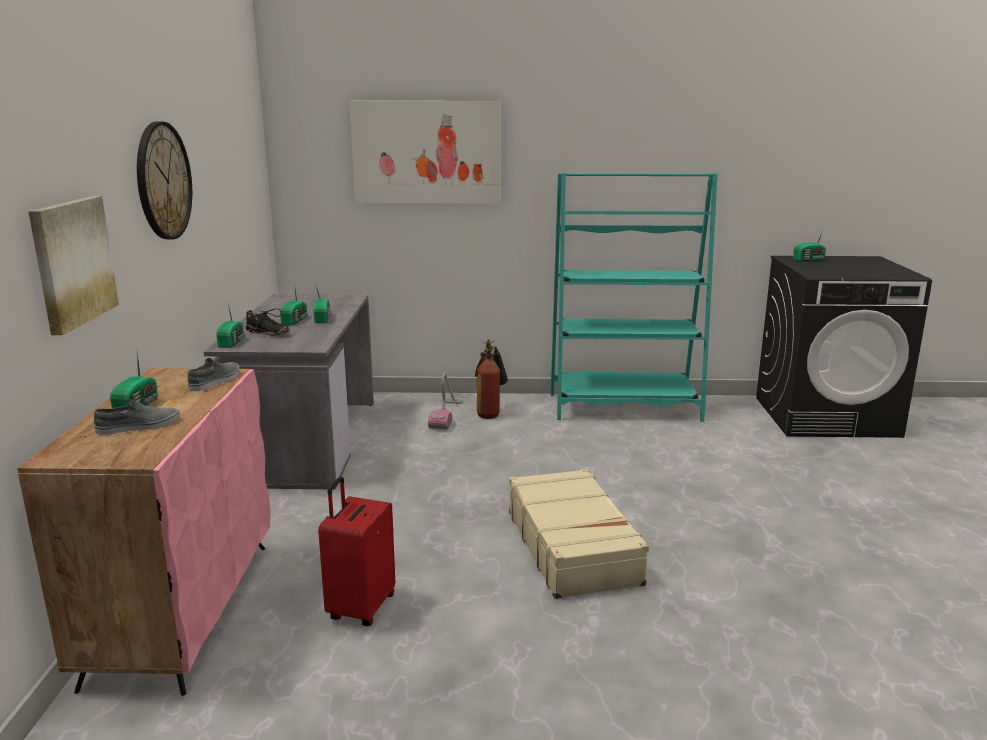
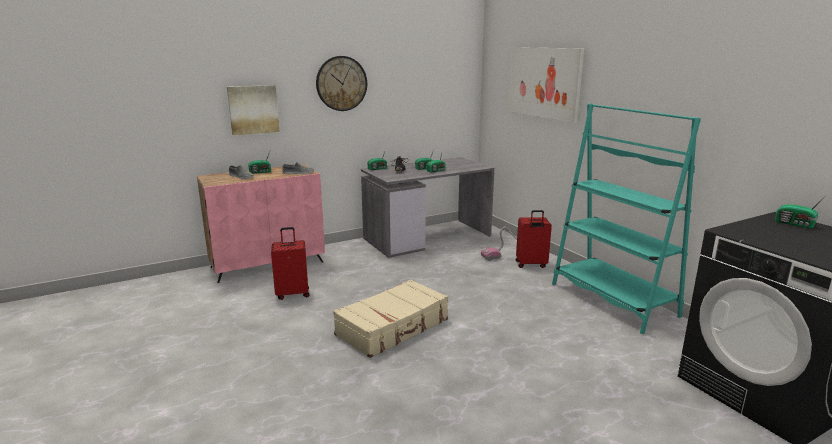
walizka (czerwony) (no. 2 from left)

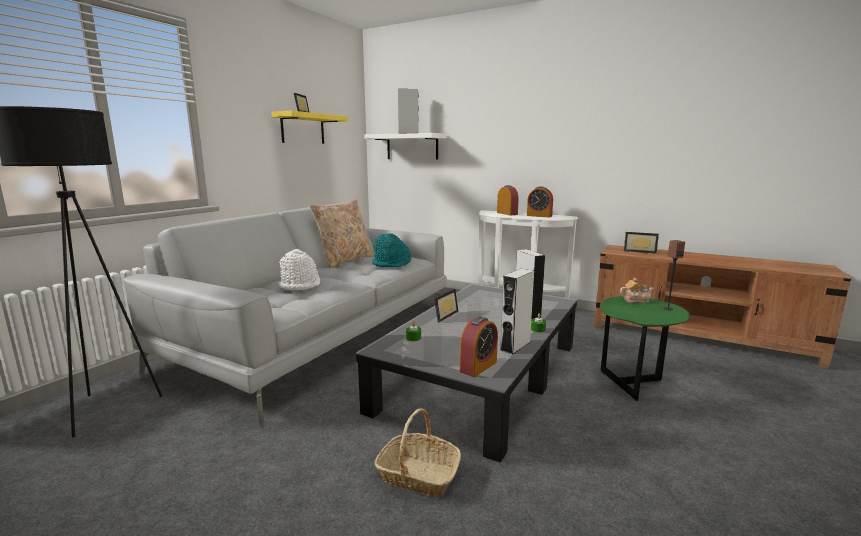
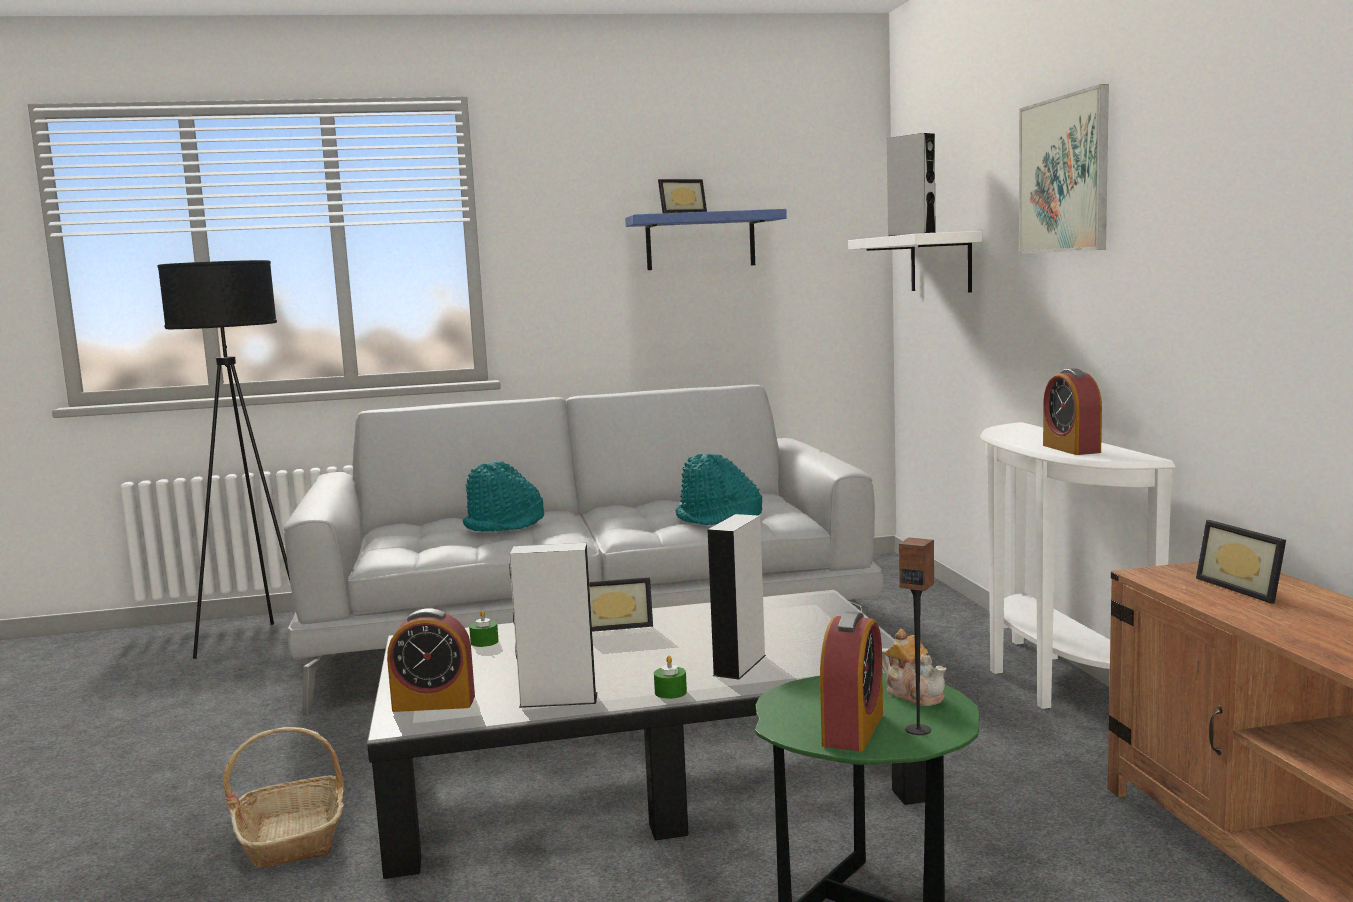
półka (niebieski); budzik (no. 2 from left); poduszka (beżowy); kapelusz (turkusowy) (no. 1 from left); obraz

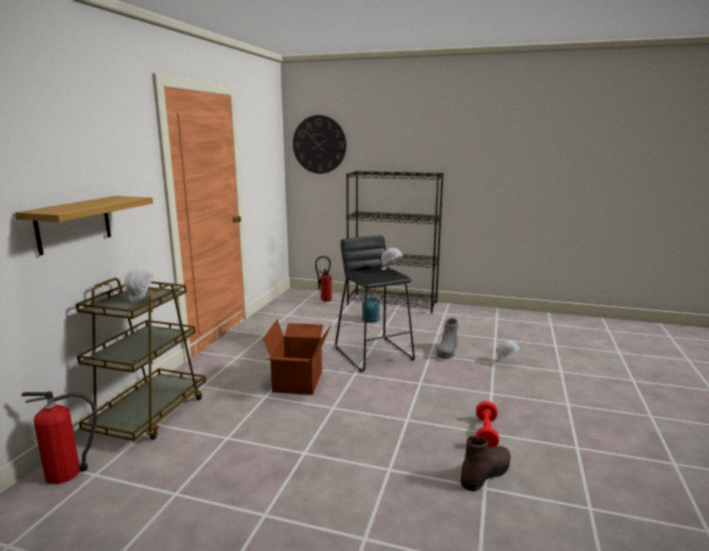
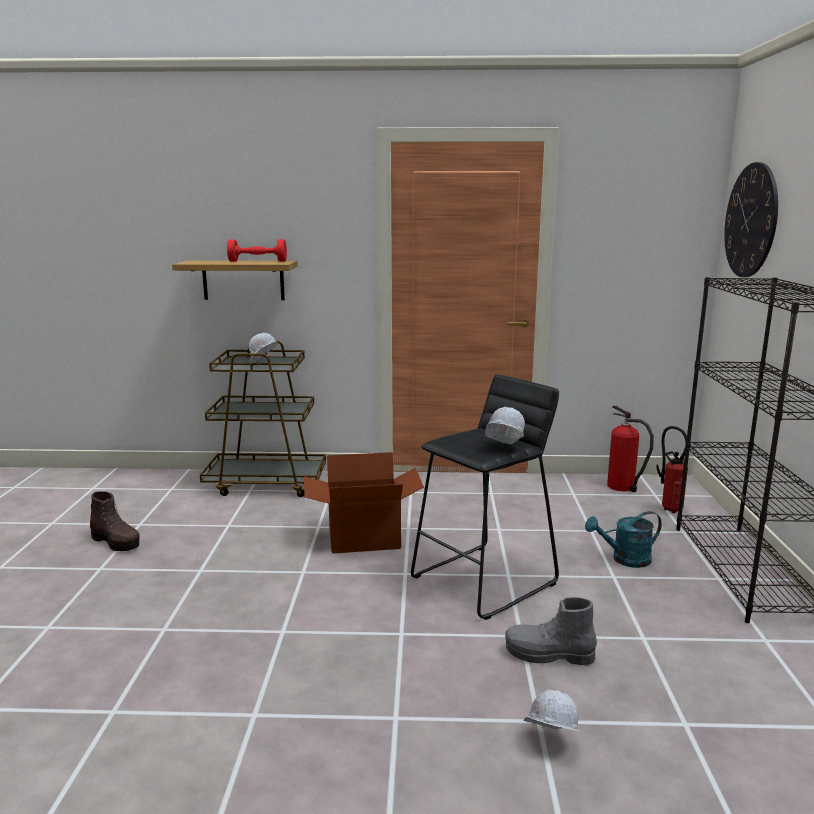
gaśnica (no. 1 from left); hantel (czerwony); but z cholewką (brązowy)

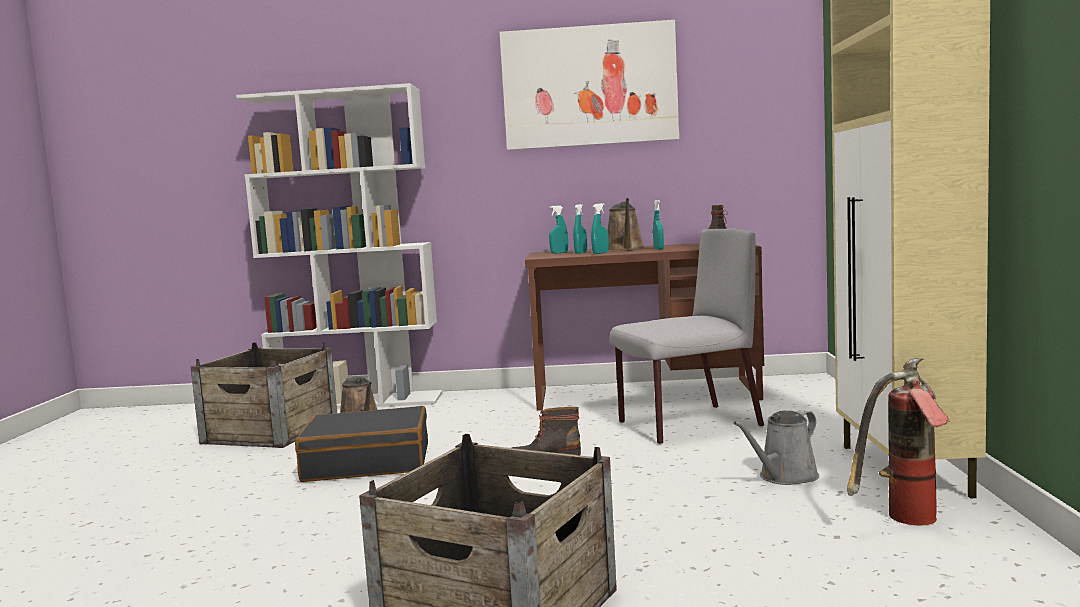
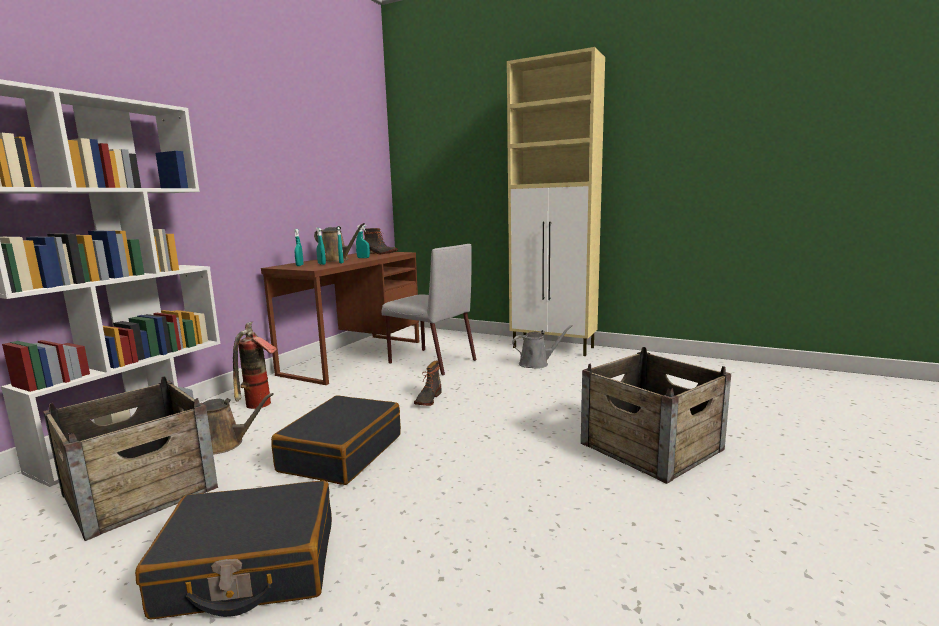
obraz; krzesło (szary); gaśnica; konewka (szary); walizka (czarny) (no. 1 from left)

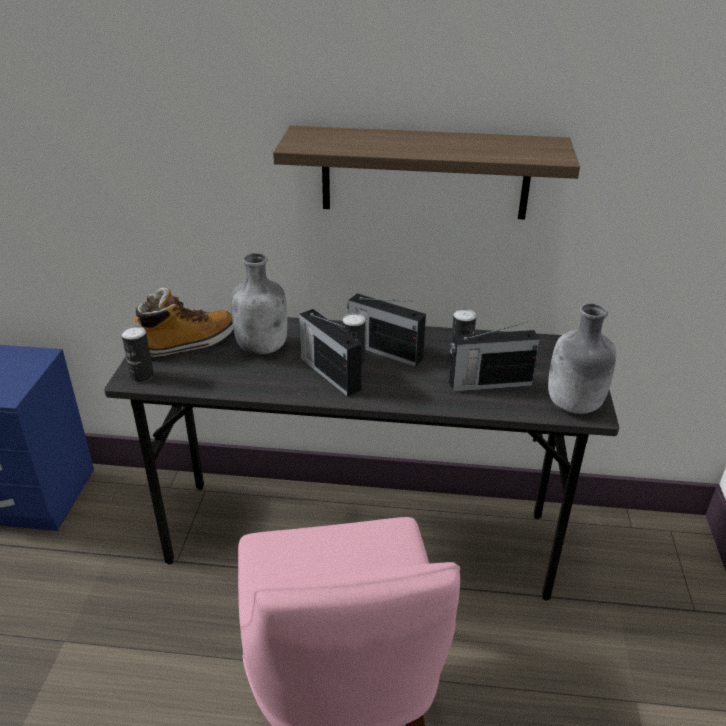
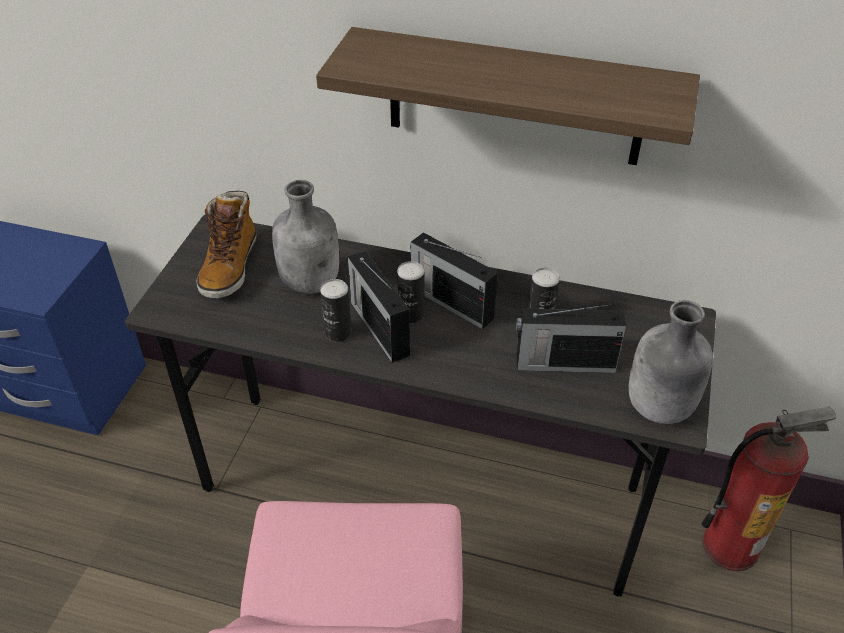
but z cholewką; puszka (no. 1 from left); gaśnica

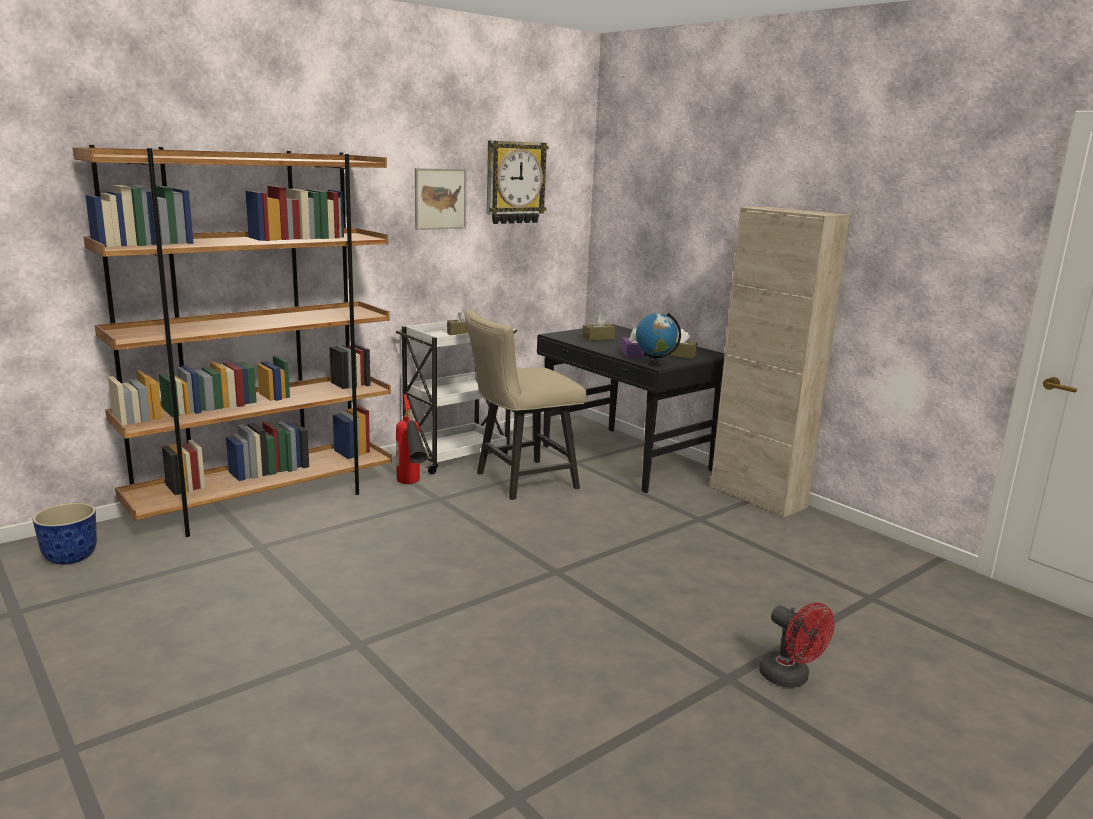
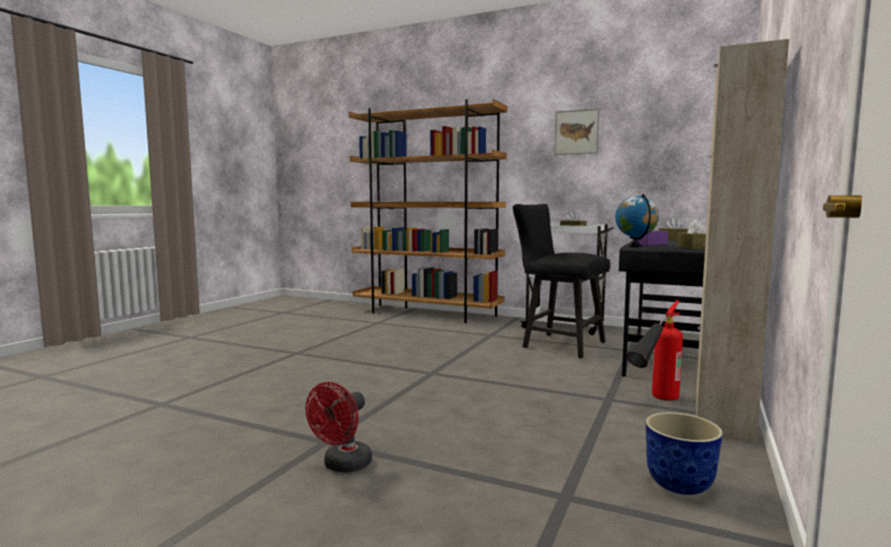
zegar ścienny; krzesło (czarny); gaśnica; donica

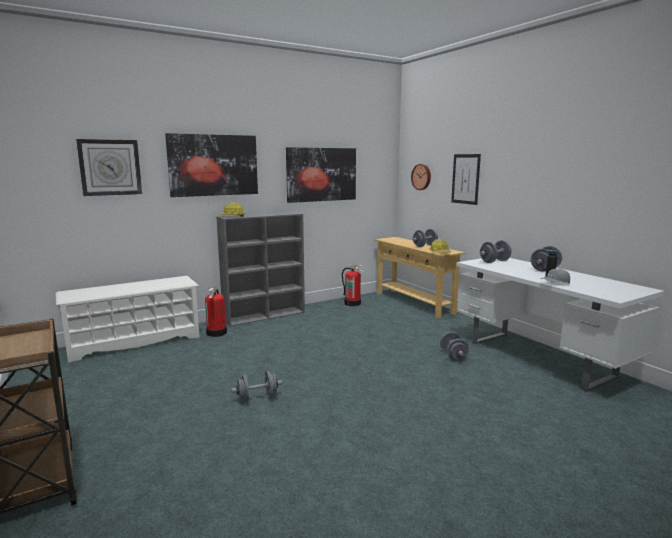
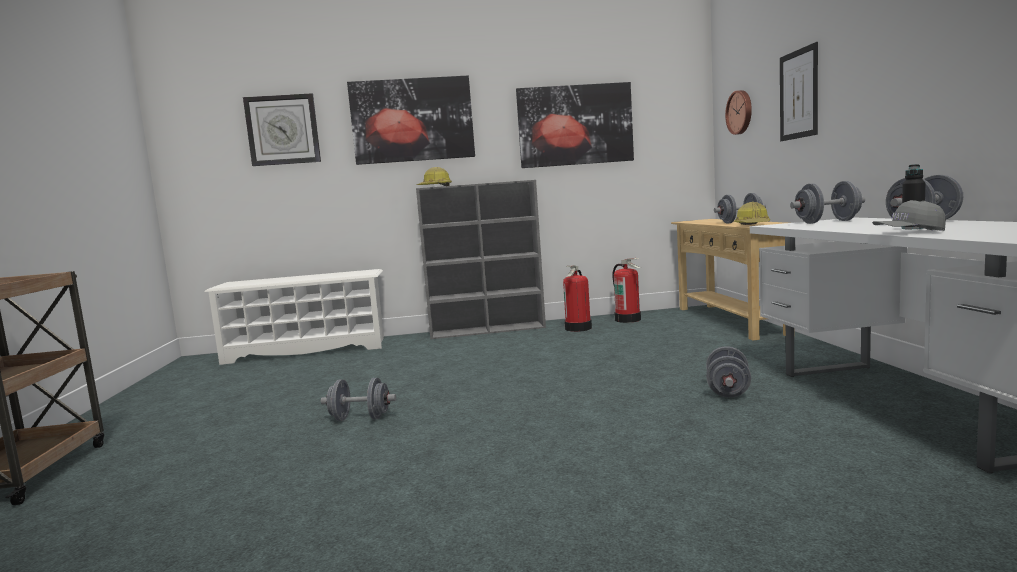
gaśnica (no. 1 from left)

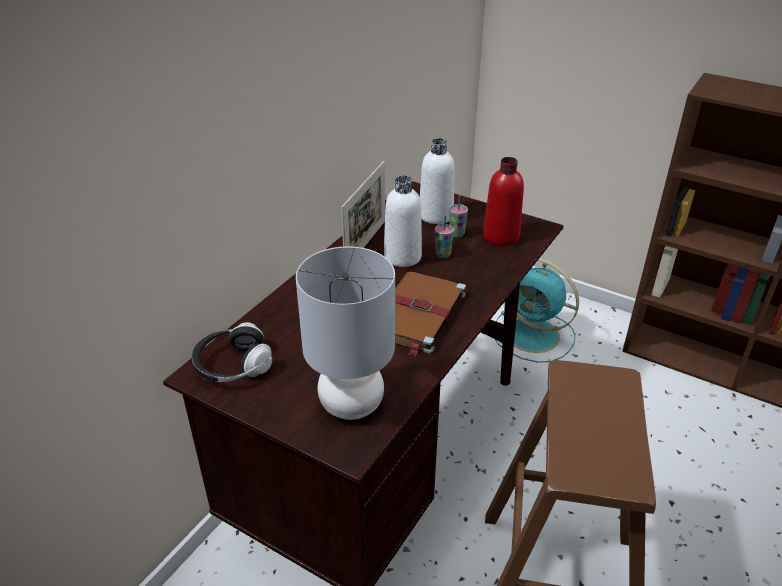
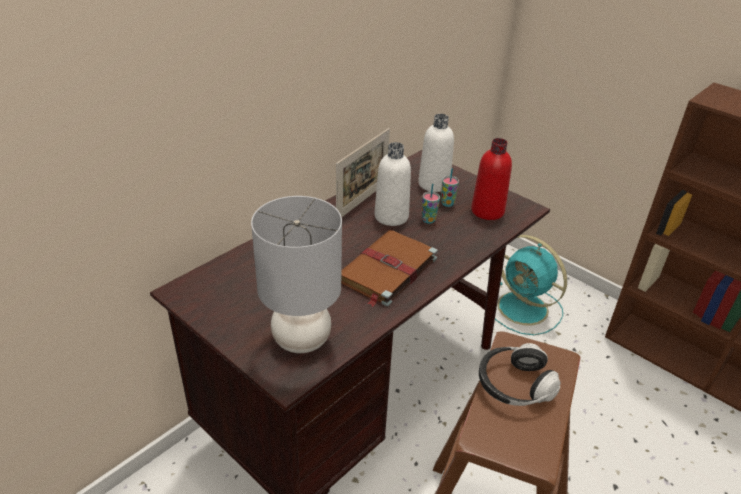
słuchawki

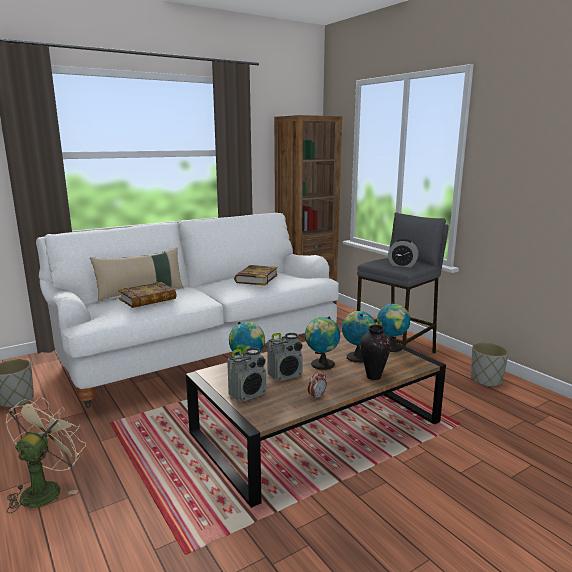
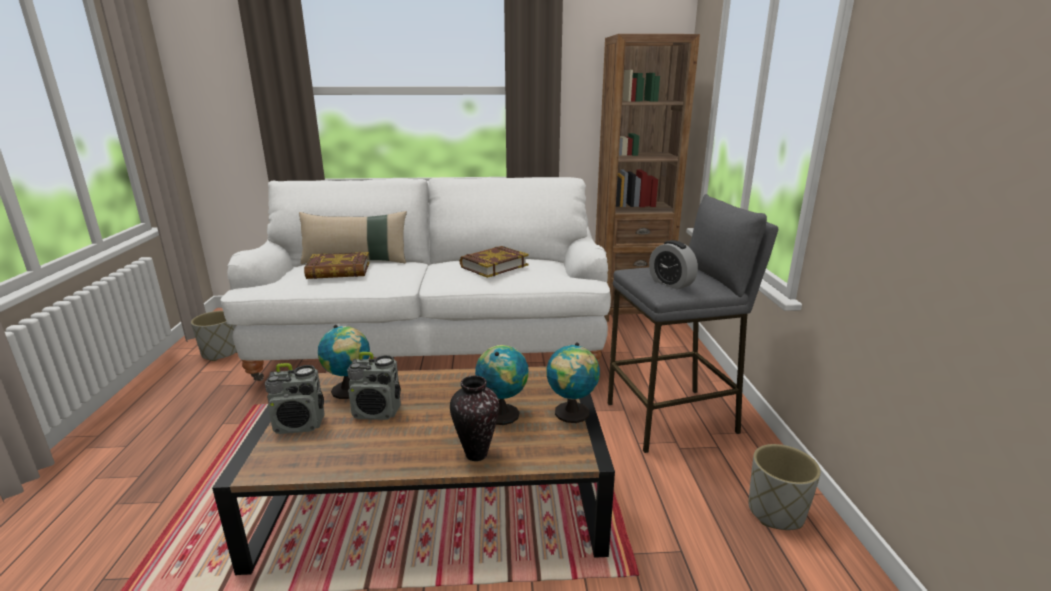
globus (no. 2 from left in the first image); budzik (no. 1 from left in the first image); wentylator (beżowy)

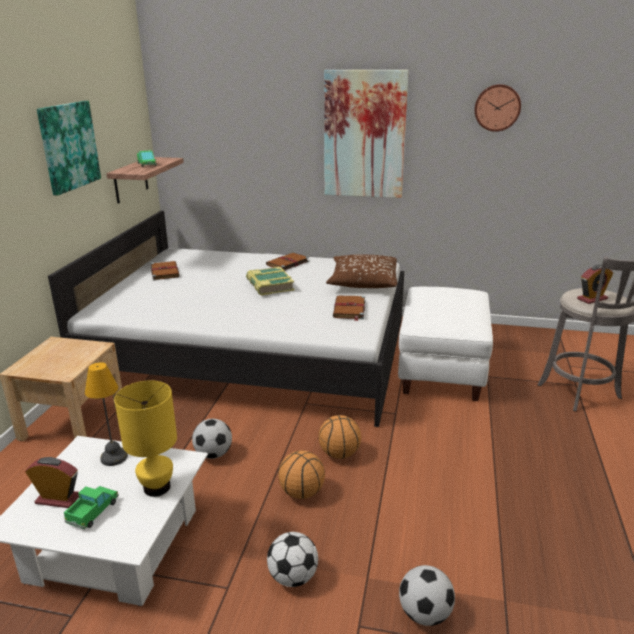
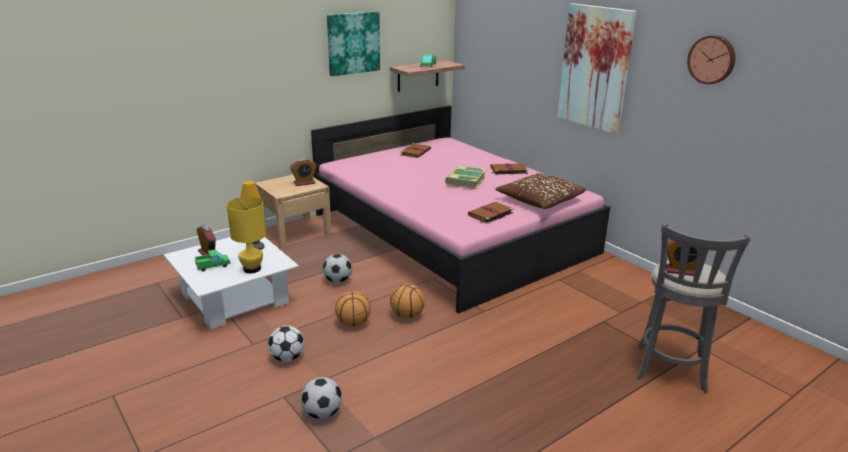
łóżko (różowy); pufa (biały); budzik (no. 2 from left)

